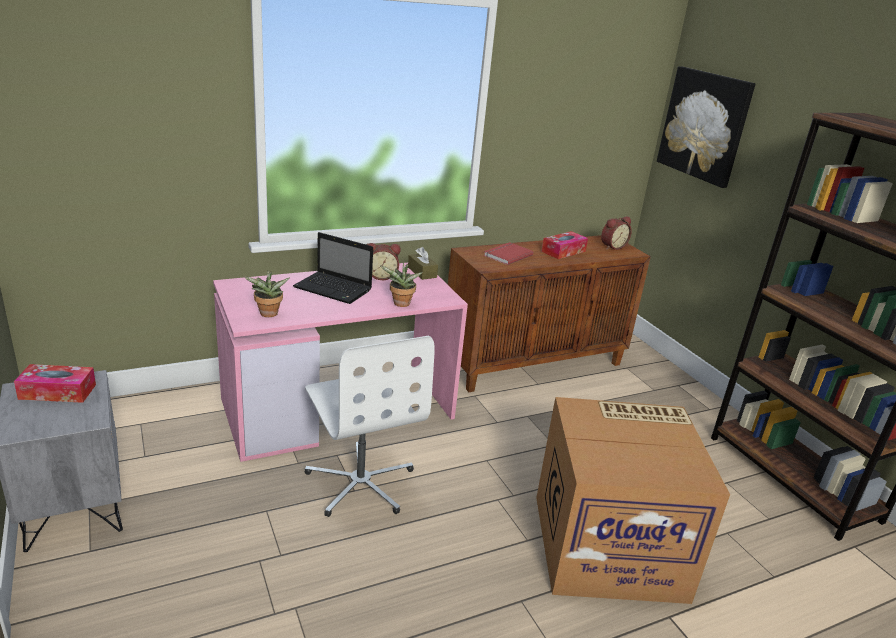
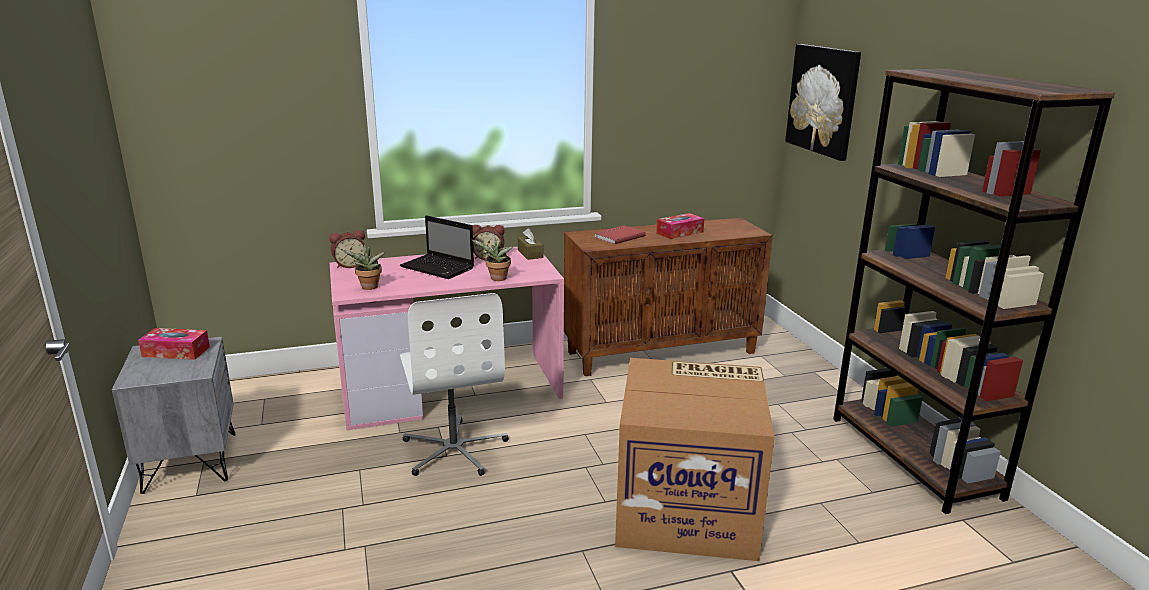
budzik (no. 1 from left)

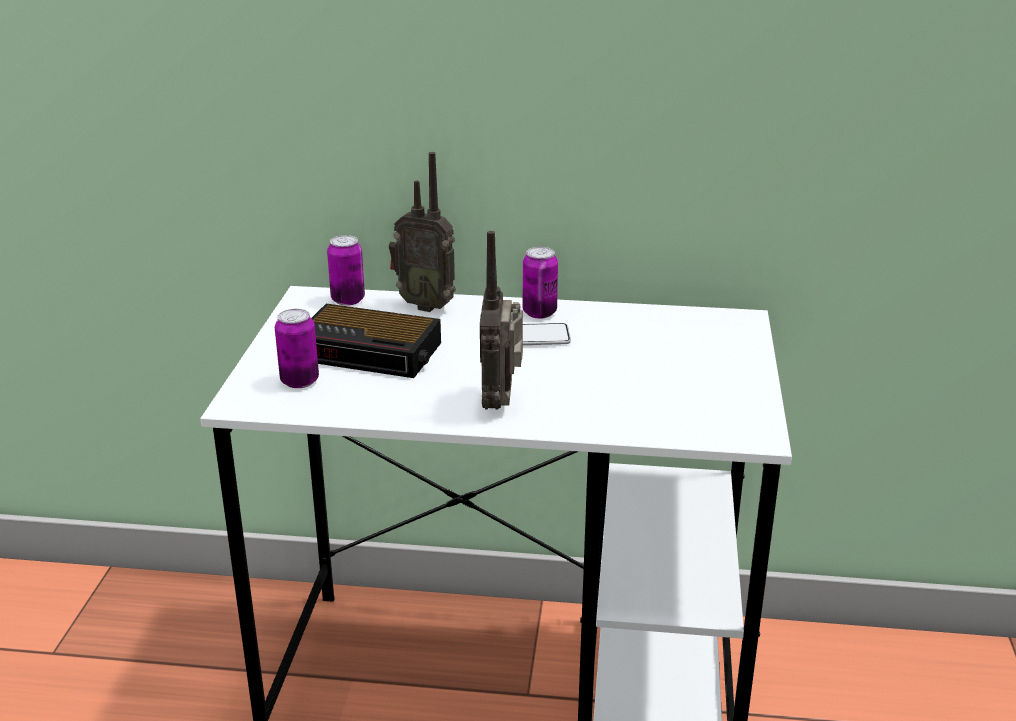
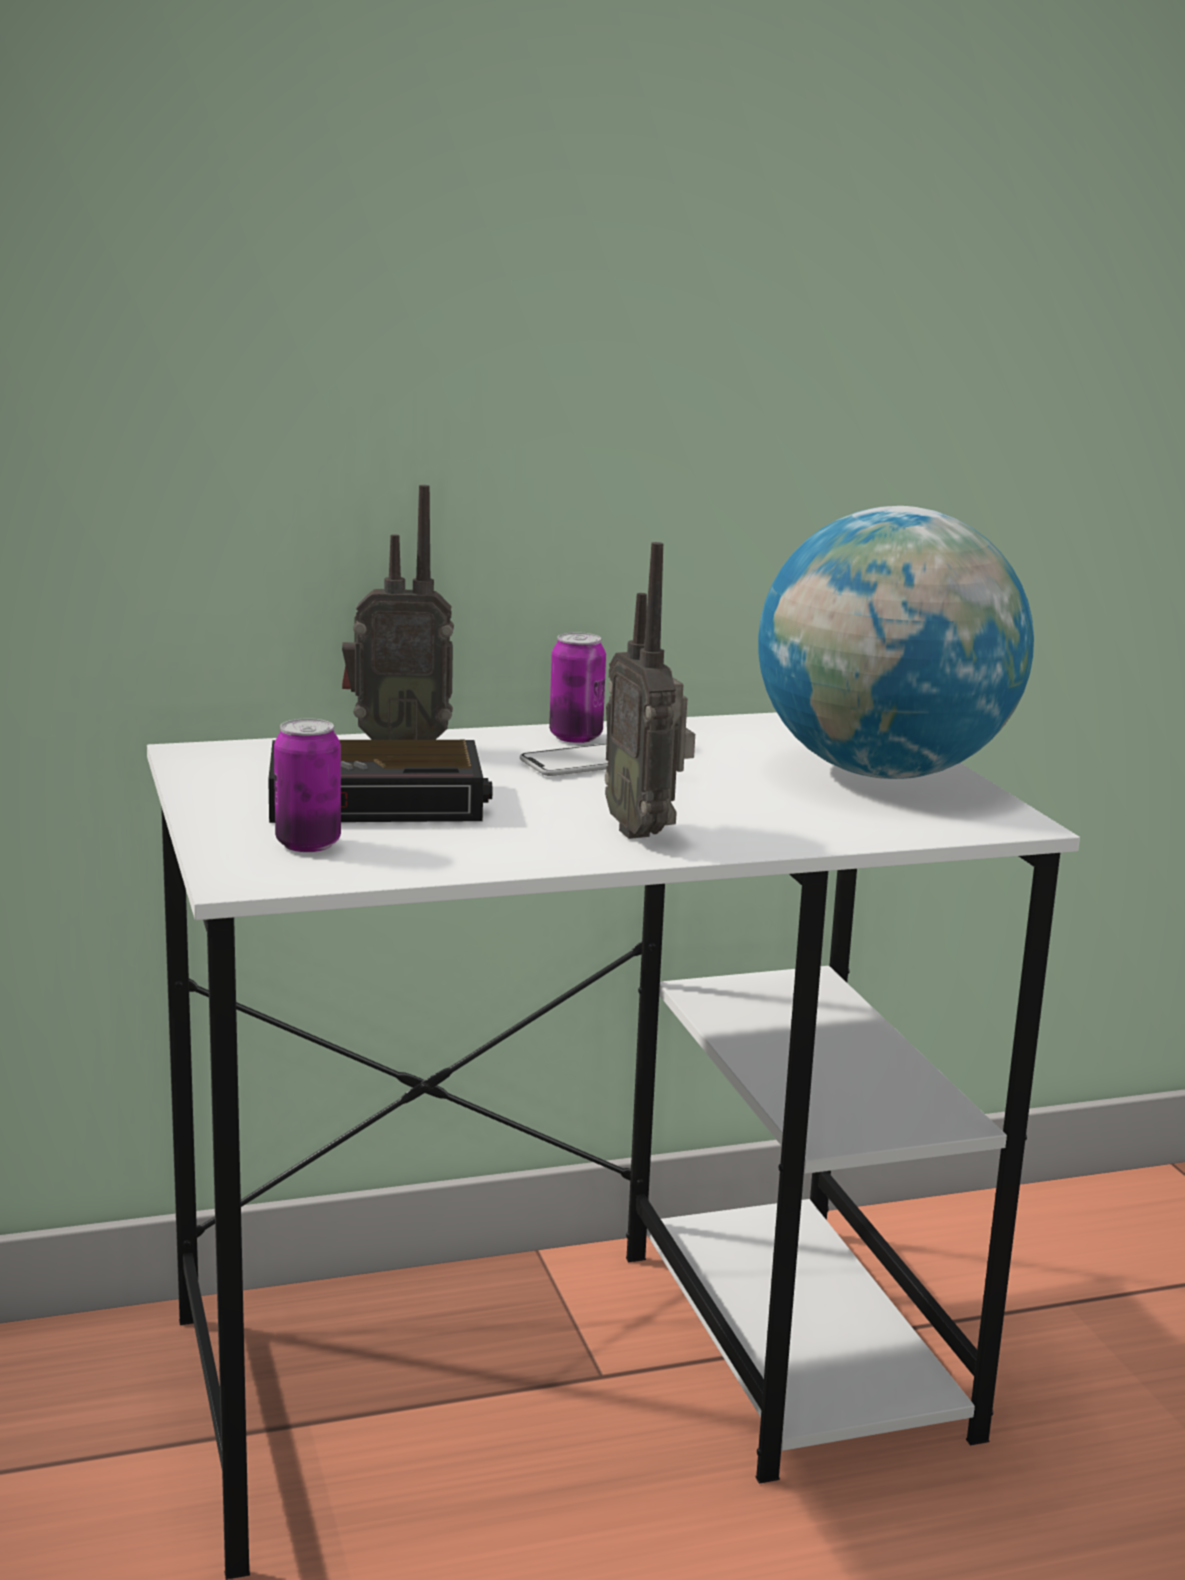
puszka (no. 2 from left in the first image); globus

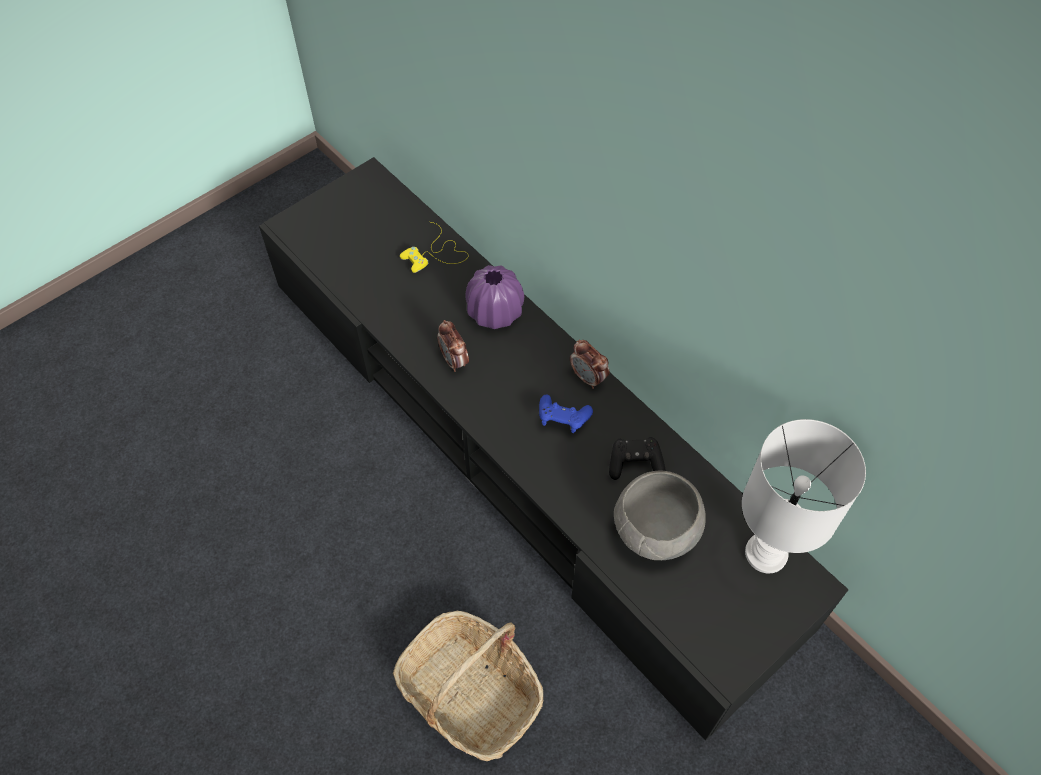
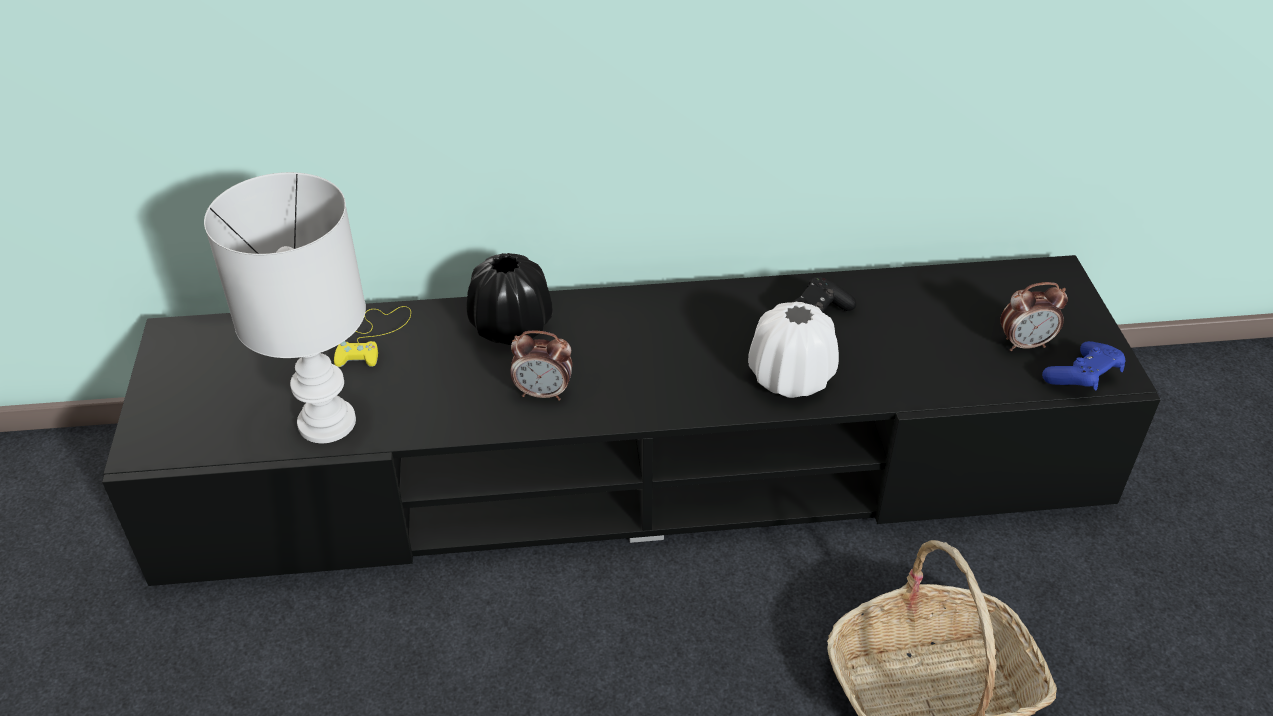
wazon (czarny); budzik (no. 2 from left); pad do gier (niebieski); lampa stołowa (biały); miska (szary); wazon (biały)

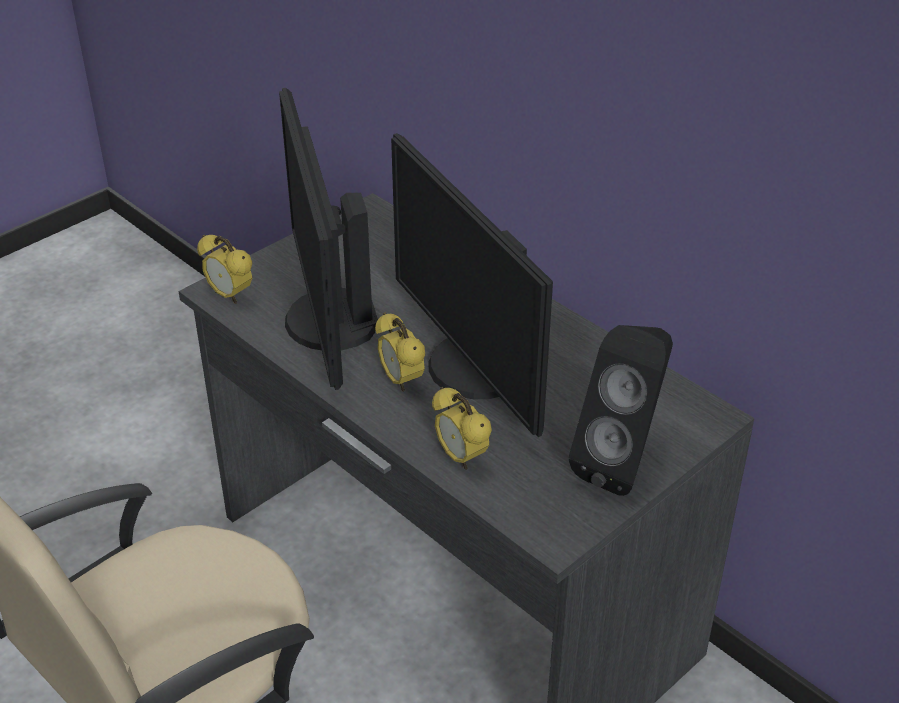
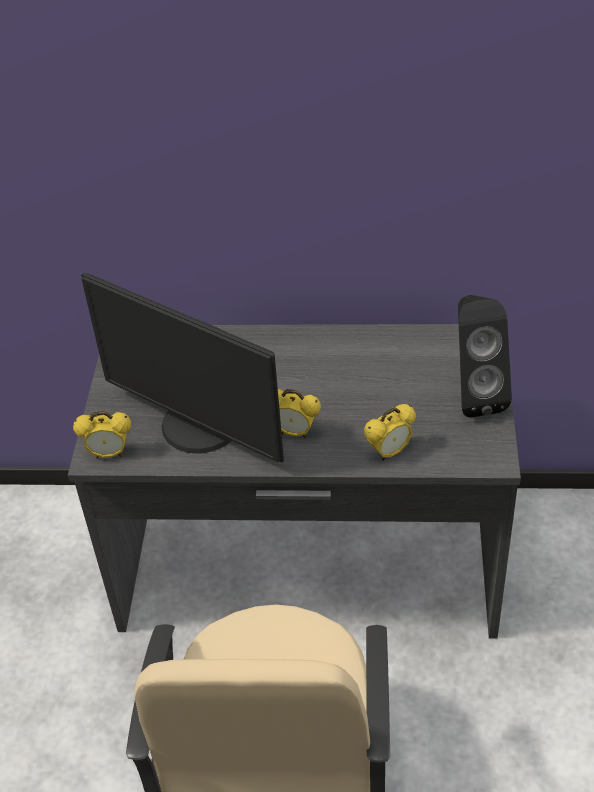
monitor (no. 2 from left in the first image); budzik (no. 3 from left)

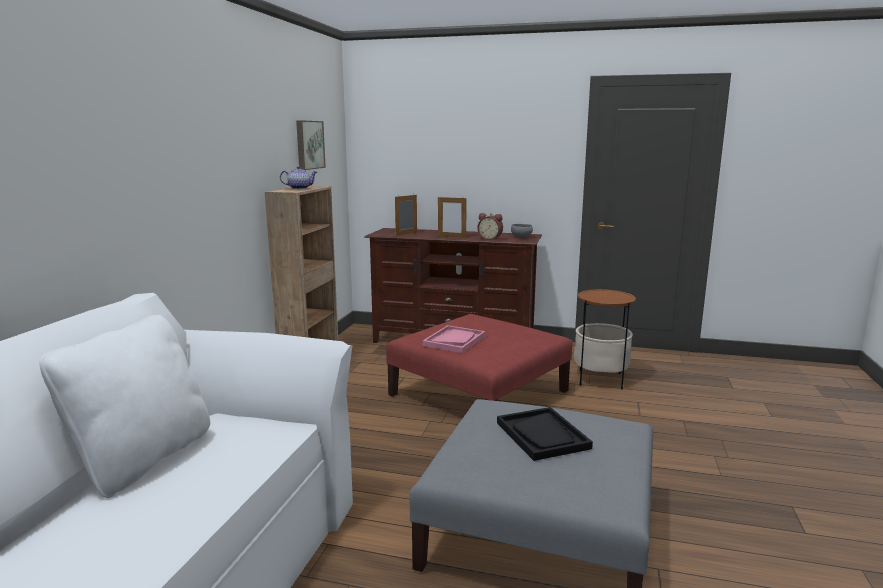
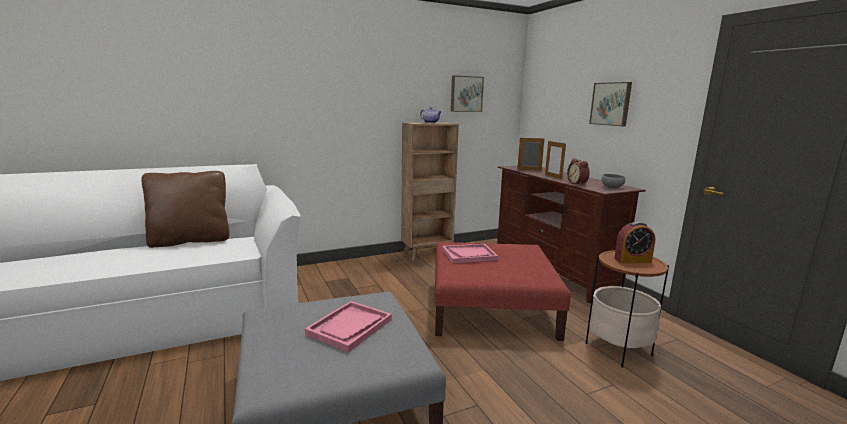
poduszka (brązowy); taca (różowy) (no. 1 from left); obraz (no. 2 from left); budzik (no. 2 from left)

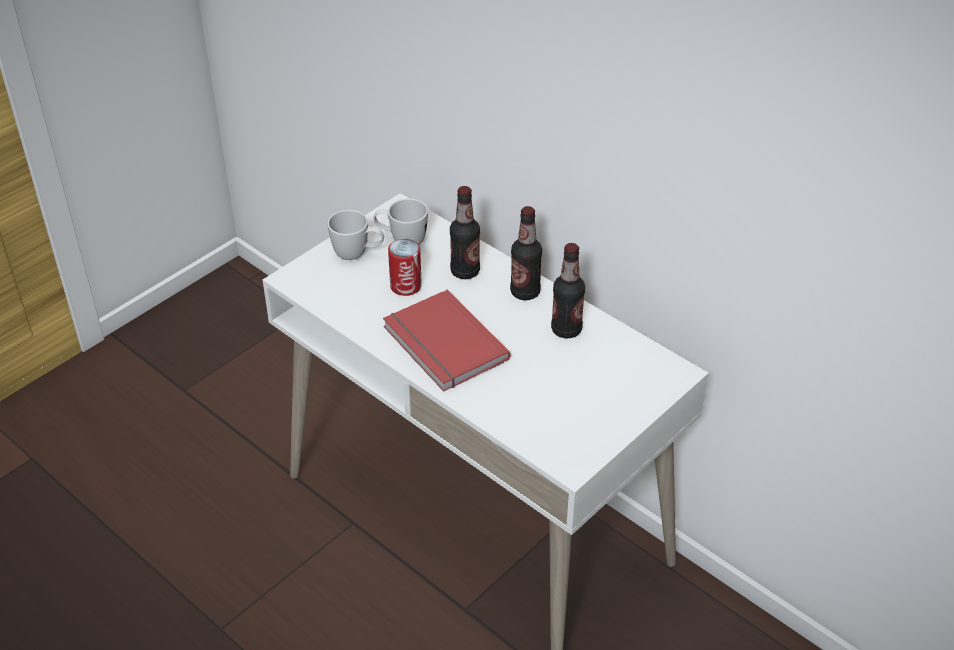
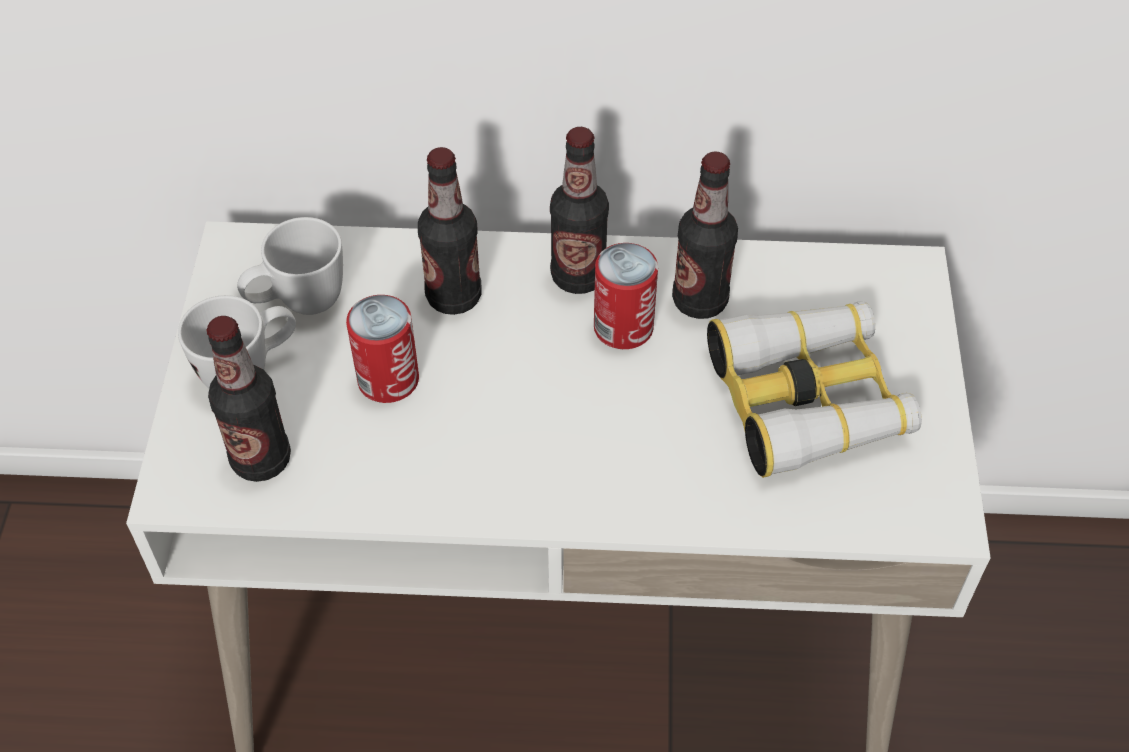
książka (czerwony); puszka (no. 2 from left); lornetka; butelka (no. 1 from left)

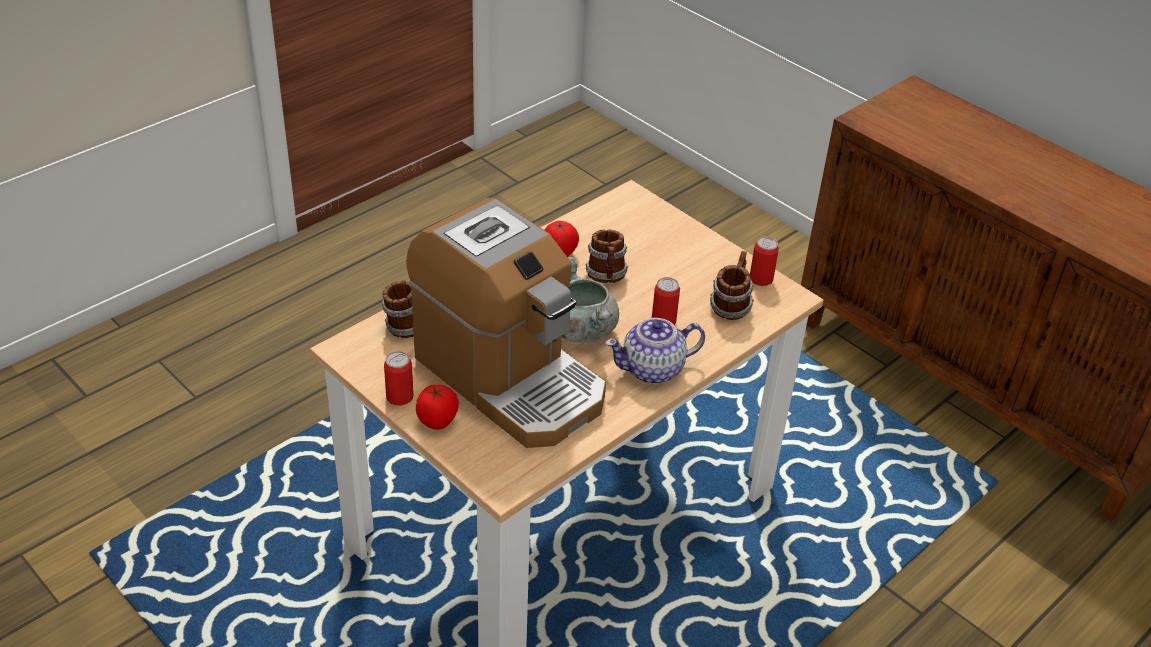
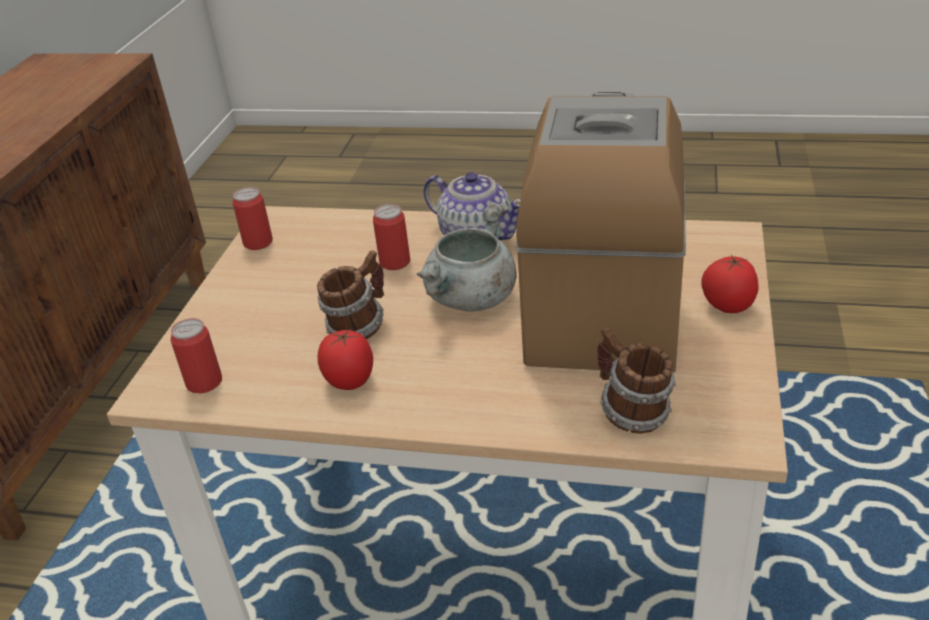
kubek (no. 3 from left in the first image); puszka (no. 1 from left)

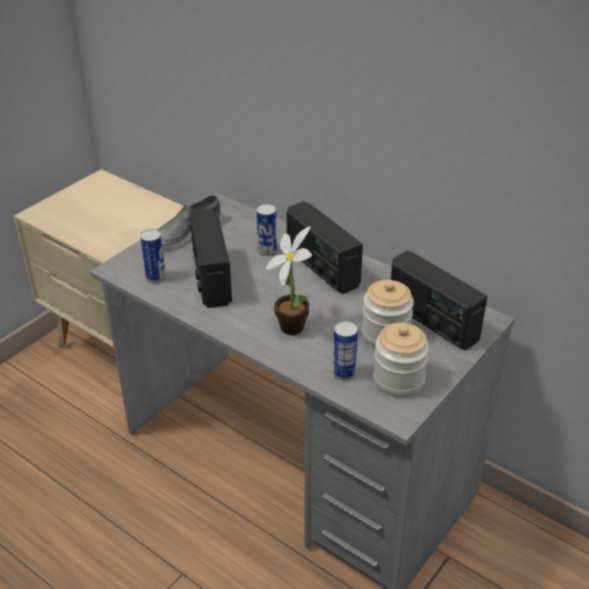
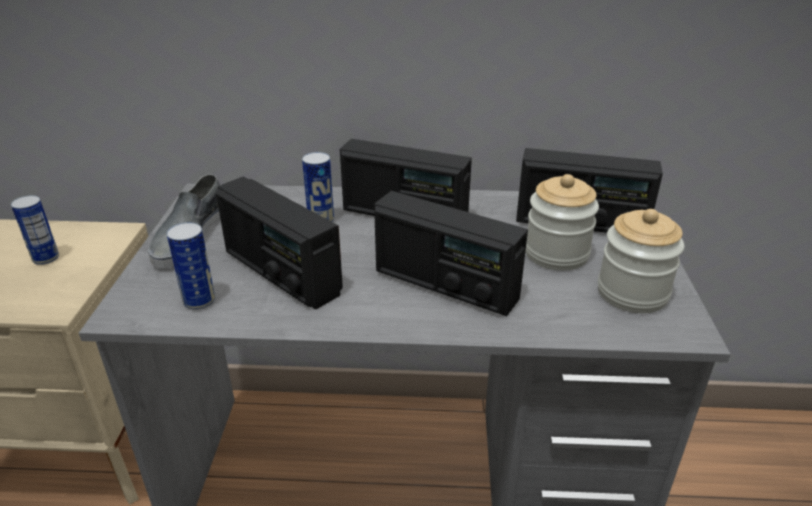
radio (no. 3 from left); puszka (no. 1 from left)

